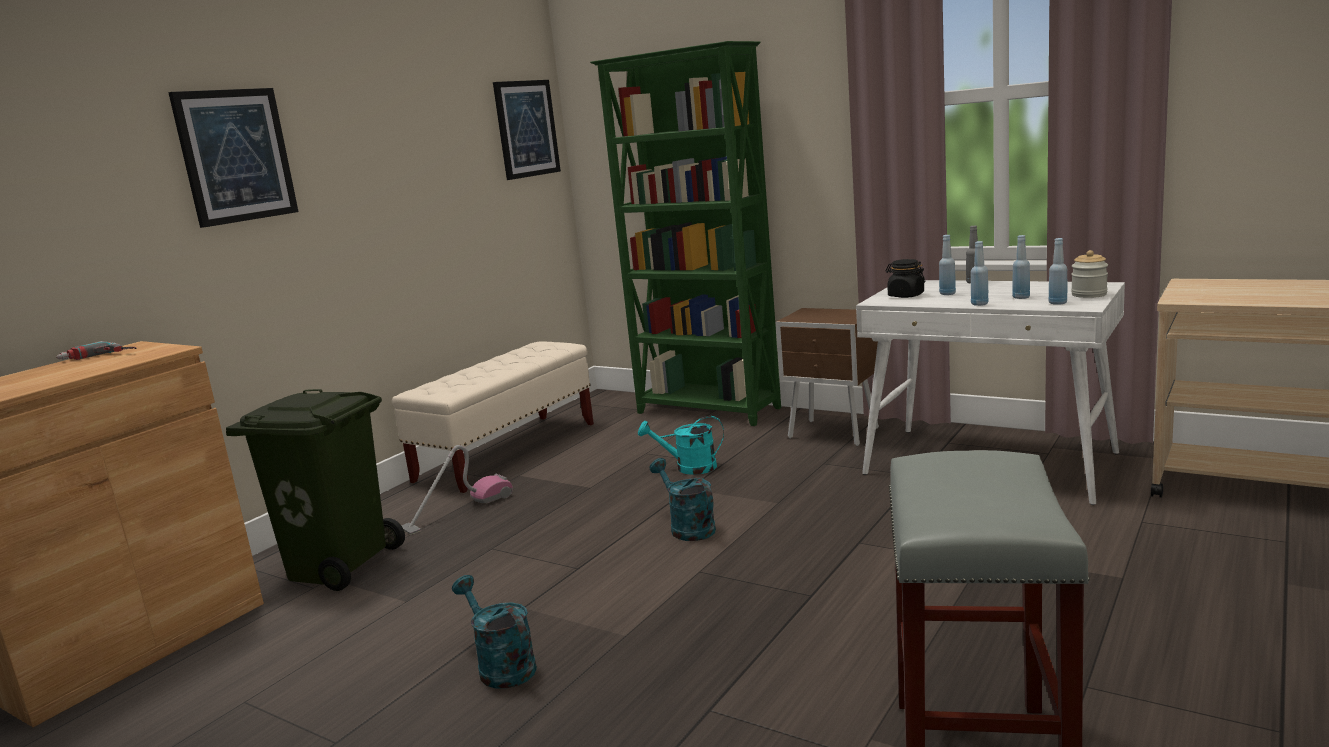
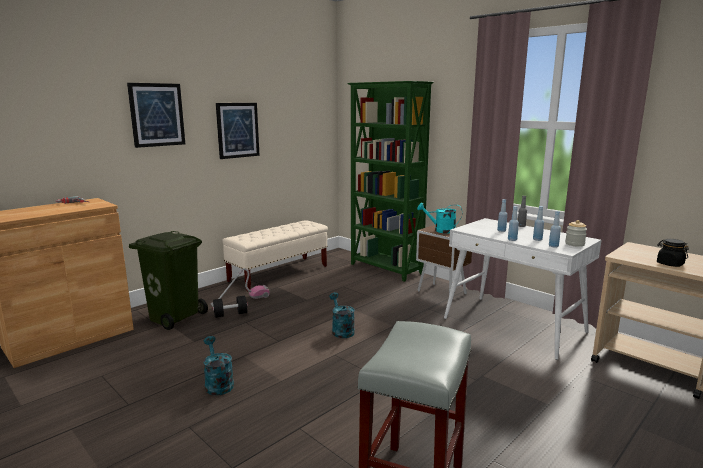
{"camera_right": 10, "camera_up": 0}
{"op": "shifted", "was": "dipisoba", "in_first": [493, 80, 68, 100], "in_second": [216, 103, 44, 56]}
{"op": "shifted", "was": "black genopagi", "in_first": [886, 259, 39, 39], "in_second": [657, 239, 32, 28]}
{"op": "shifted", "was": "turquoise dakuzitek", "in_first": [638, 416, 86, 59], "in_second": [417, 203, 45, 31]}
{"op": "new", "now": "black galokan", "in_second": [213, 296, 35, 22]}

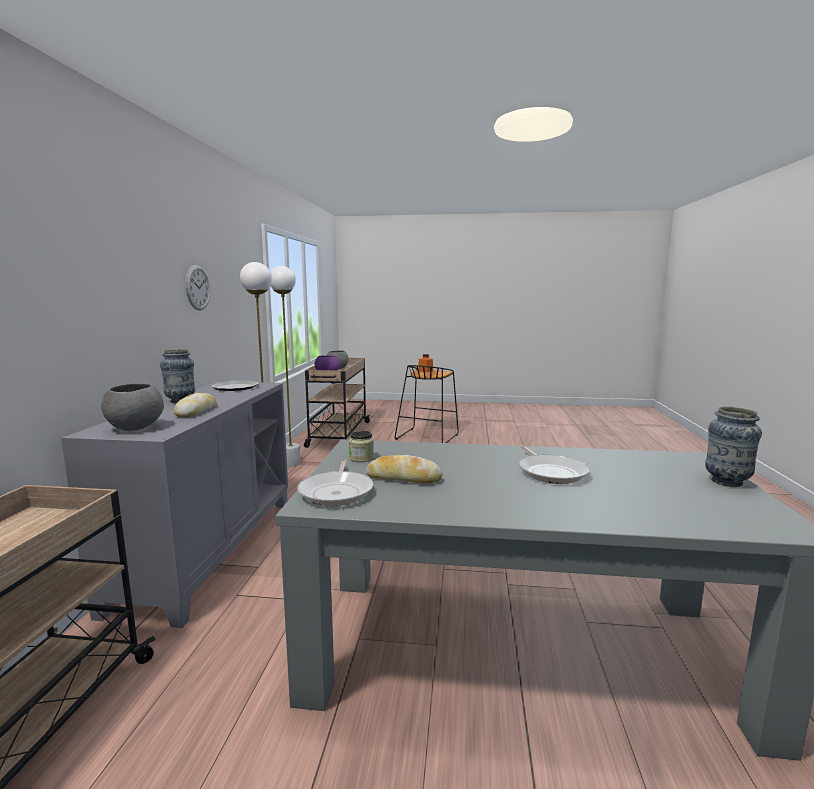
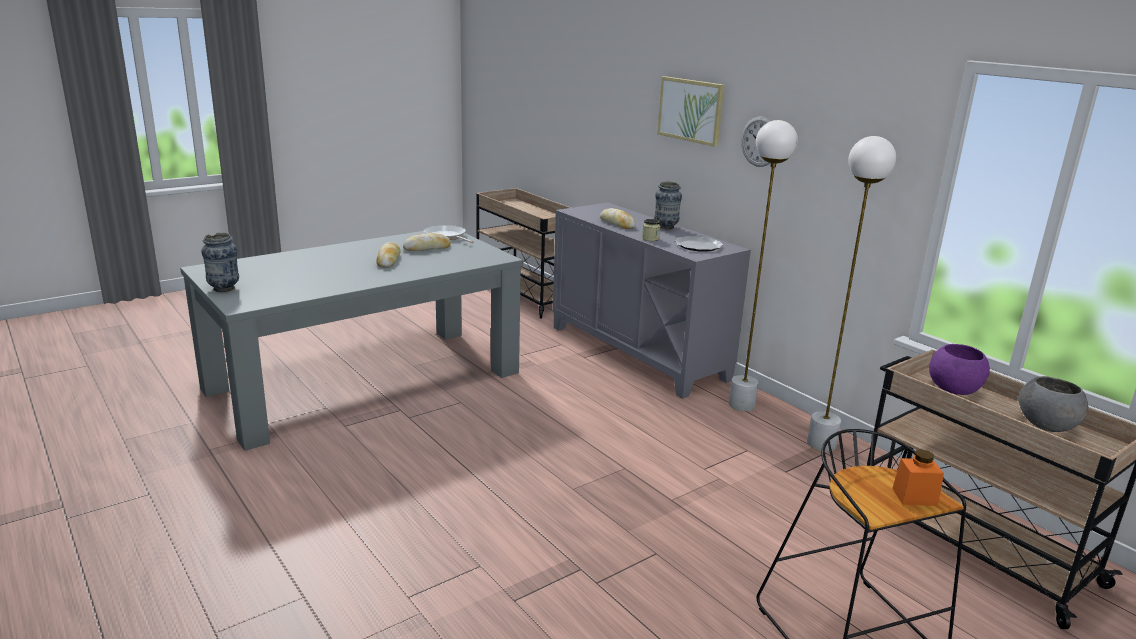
{"camera_right": 135, "camera_up": 10}
{"op": "gone", "was": "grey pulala", "in_first": [101, 383, 63, 48]}
{"op": "shifted", "was": "genopagi", "in_first": [349, 431, 25, 31], "in_second": [642, 219, 19, 22]}
{"op": "gone", "was": "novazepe", "in_first": [519, 445, 71, 39]}
{"op": "new", "now": "dipisoba", "in_second": [657, 76, 67, 71]}
{"op": "new", "now": "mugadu", "in_second": [376, 242, 25, 26]}

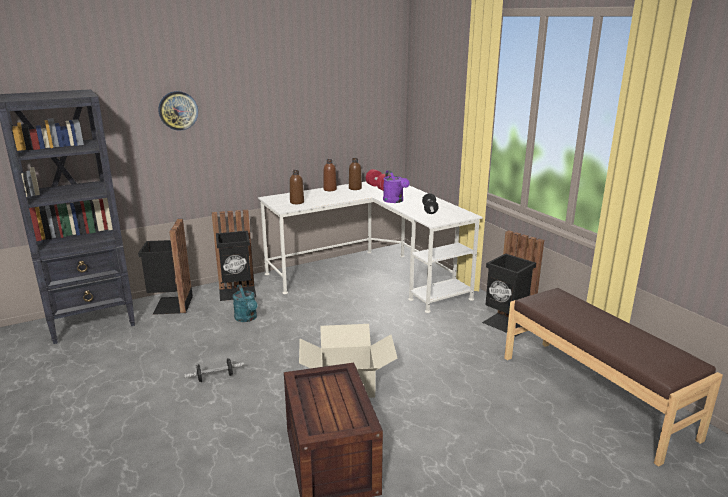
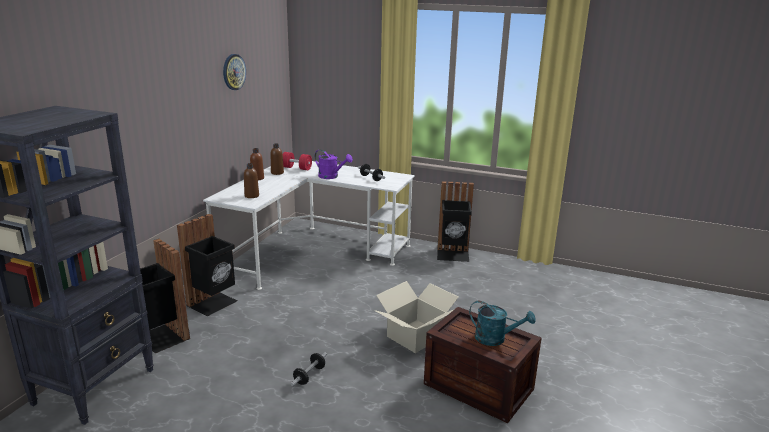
{"camera_right": -40, "camera_up": 0}
{"op": "shifted", "was": "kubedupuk", "in_first": [159, 91, 39, 40], "in_second": [223, 54, 23, 36]}
{"op": "shifted", "was": "turquoise dakuzitek", "in_first": [233, 284, 24, 38], "in_second": [469, 301, 67, 45]}
{"op": "gone", "was": "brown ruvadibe", "in_first": [504, 288, 219, 179]}

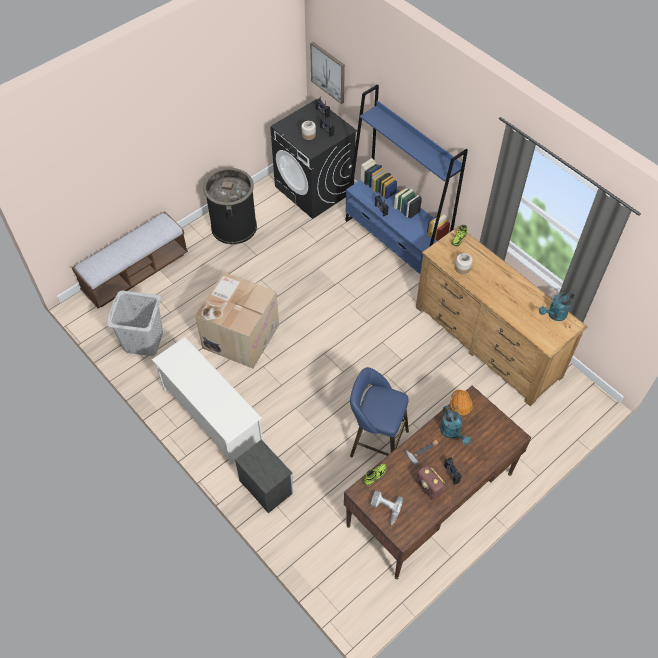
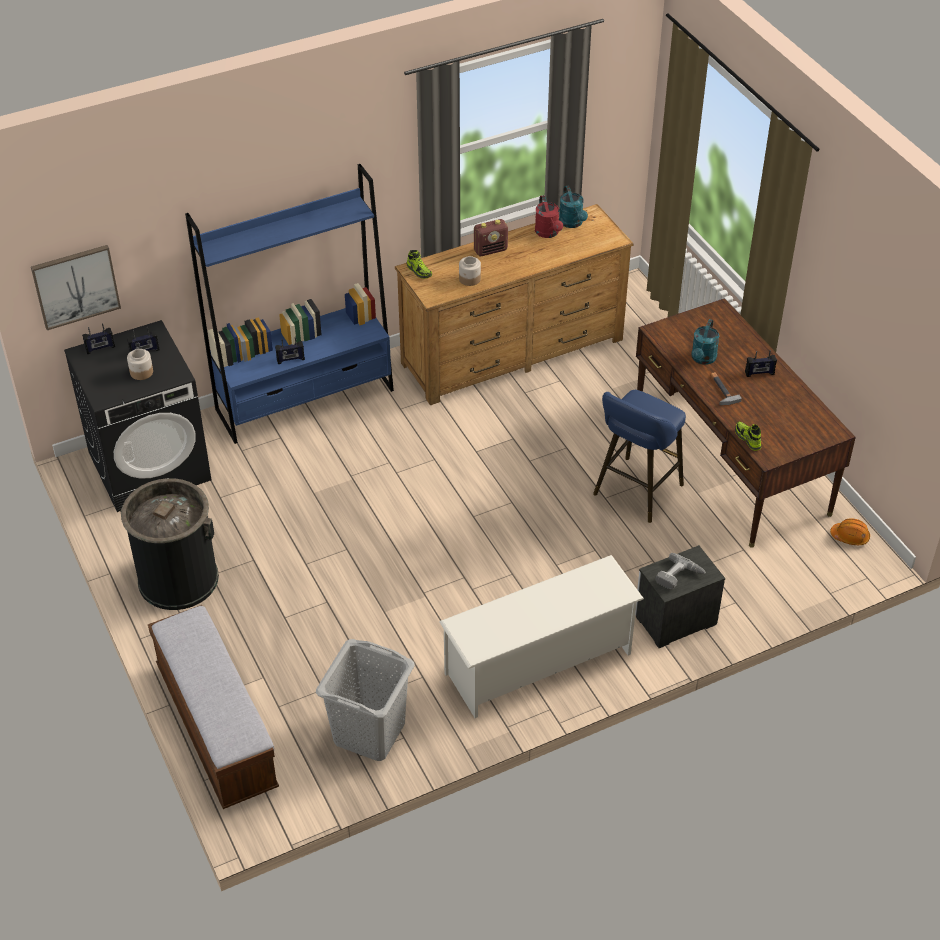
{"camera_right": -75, "camera_up": -10}
{"op": "gone", "was": "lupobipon", "in_first": [195, 272, 84, 96]}
{"op": "shifted", "was": "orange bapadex", "in_first": [450, 390, 22, 26], "in_second": [830, 518, 40, 27]}
{"op": "rotated", "was": "turquoise dakuzitek", "in_first": [440, 406, 31, 39], "in_second": [691, 319, 28, 46], "clockwise": 120}
{"op": "shifted", "was": "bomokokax", "in_first": [416, 465, 29, 36], "in_second": [474, 219, 34, 37]}
{"op": "shifted", "was": "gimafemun", "in_first": [371, 491, 32, 34], "in_second": [655, 553, 51, 36]}
{"op": "new", "now": "red dakuzitek", "in_second": [535, 195, 28, 43]}

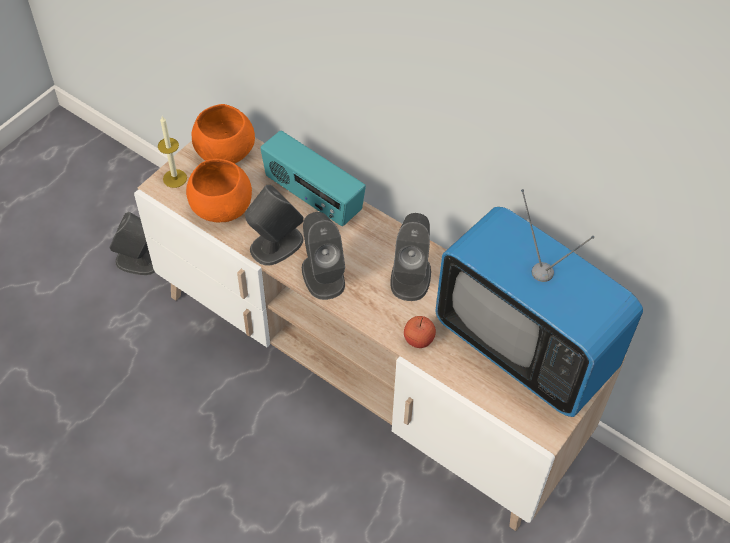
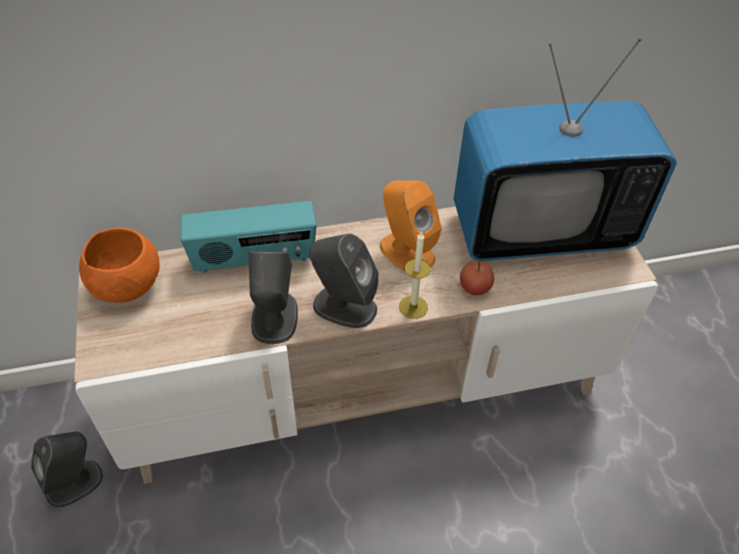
{"camera_right": -50, "camera_up": -5}
{"op": "shifted", "was": "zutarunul", "in_first": [158, 116, 29, 72], "in_second": [399, 231, 32, 88]}
{"op": "gone", "was": "orange pulala", "in_first": [186, 159, 66, 63]}
{"op": "repainted", "was": "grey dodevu", "now": "orange dodevu", "in_first": [391, 213, 40, 88], "in_second": [380, 180, 62, 91]}

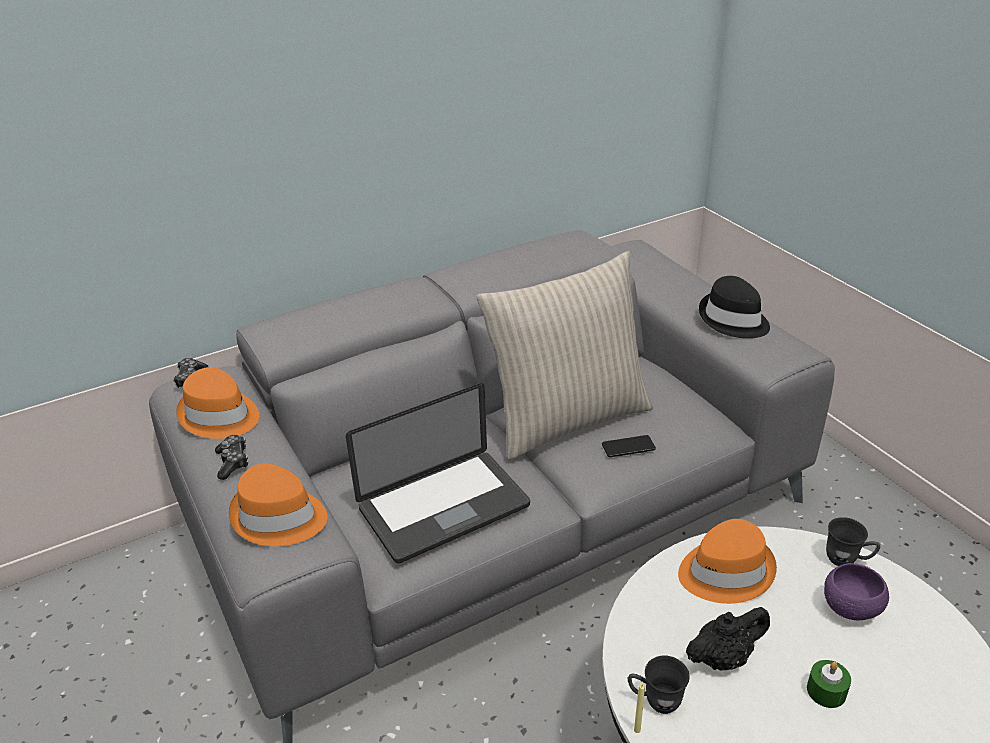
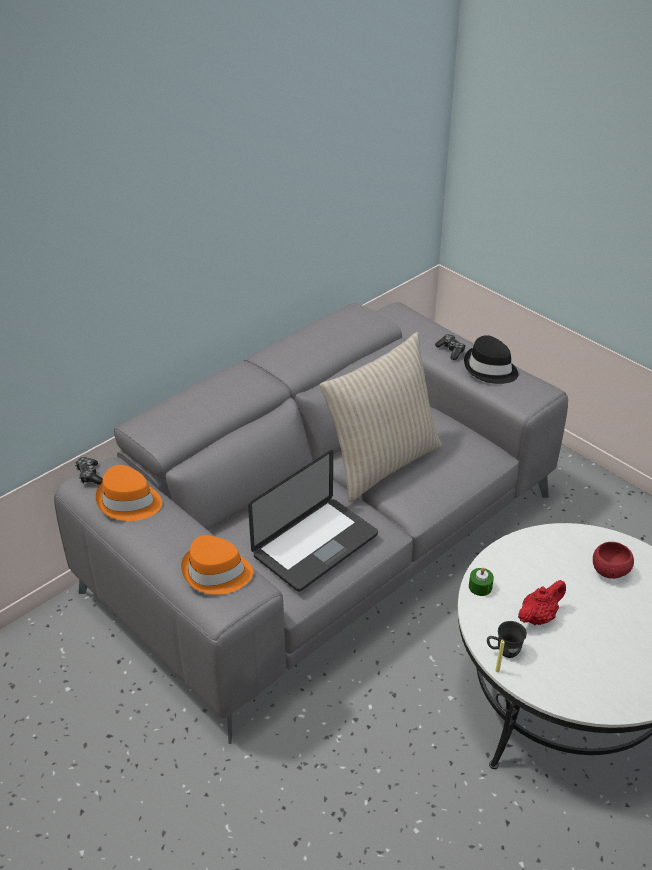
{"camera_right": -15, "camera_up": 5}
{"op": "shifted", "was": "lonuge", "in_first": [215, 435, 33, 45], "in_second": [435, 334, 31, 26]}
{"op": "gone", "was": "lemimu", "in_first": [602, 435, 54, 22]}
{"op": "gone", "was": "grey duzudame", "in_first": [826, 517, 55, 49]}
{"op": "gone", "was": "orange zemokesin", "in_first": [678, 519, 99, 85]}
{"op": "repainted", "was": "purple pulala", "now": "red pulala", "in_first": [824, 563, 65, 57], "in_second": [593, 542, 41, 37]}
{"op": "repainted", "was": "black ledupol", "now": "red ledupol", "in_first": [686, 607, 84, 63], "in_second": [518, 580, 48, 45]}
{"op": "shifted", "was": "green zutarunul", "in_first": [807, 660, 44, 48], "in_second": [469, 568, 25, 28]}

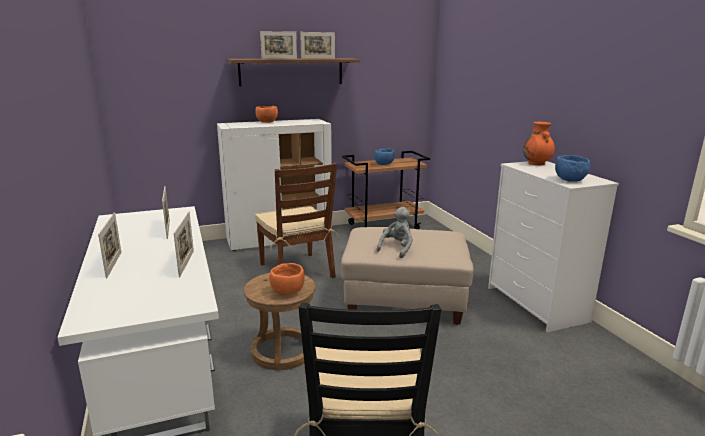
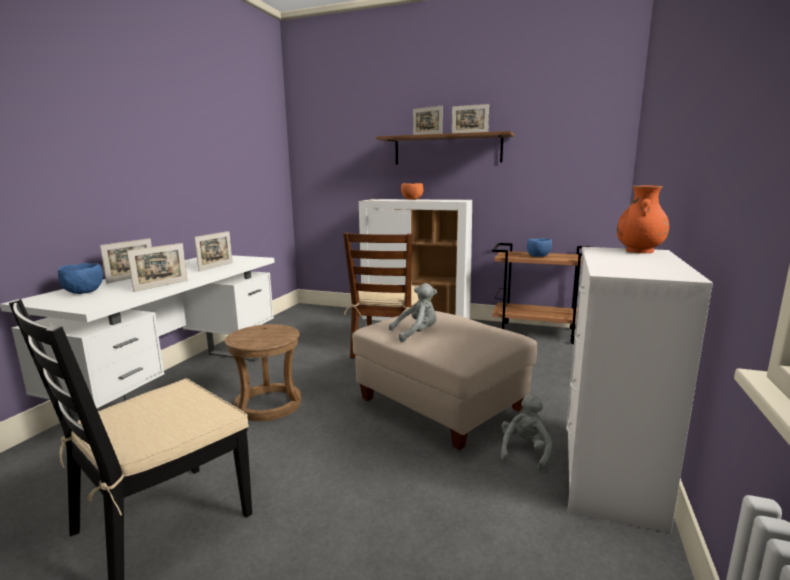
{"camera_right": 40, "camera_up": -5}
{"op": "shifted", "was": "blue pulala", "in_first": [555, 155, 35, 27], "in_second": [58, 263, 45, 31]}
{"op": "gone", "was": "orange pulala", "in_first": [269, 263, 36, 32]}
{"op": "new", "now": "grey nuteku", "in_second": [500, 394, 52, 77]}

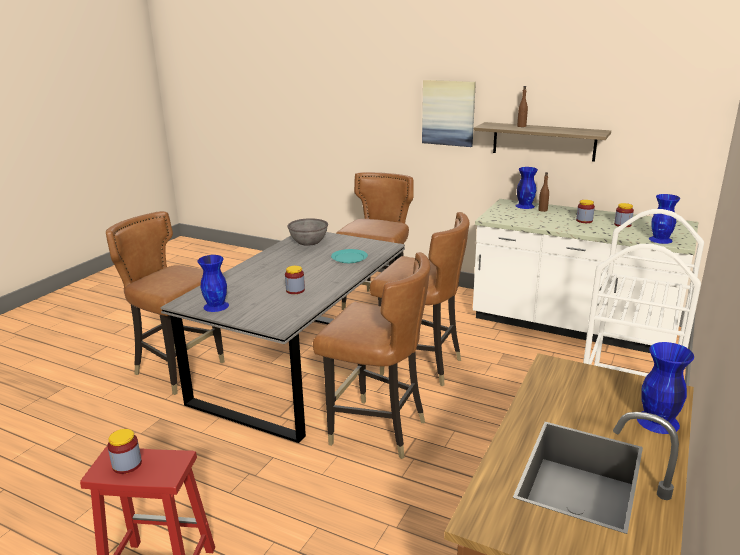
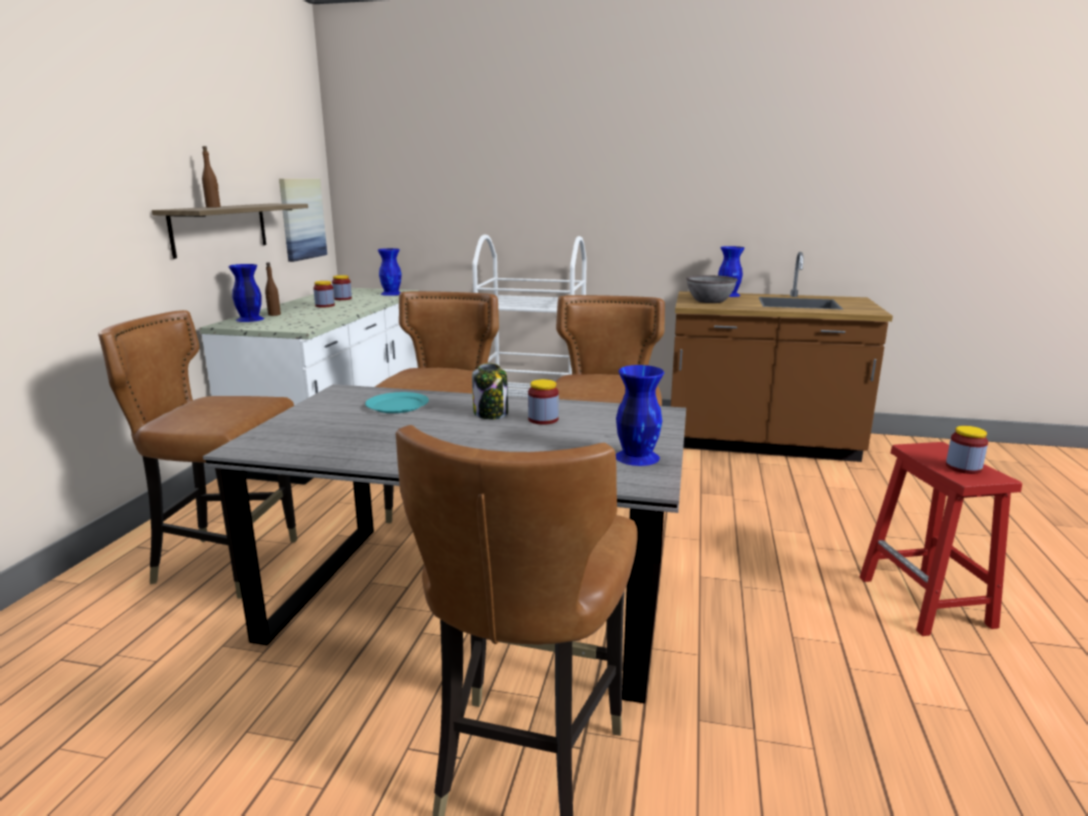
{"camera_right": -105, "camera_up": -5}
{"op": "shifted", "was": "dipisoba", "in_first": [422, 80, 54, 67], "in_second": [279, 179, 48, 83]}
{"op": "shifted", "was": "grey pulala", "in_first": [288, 218, 40, 28], "in_second": [686, 275, 51, 28]}
{"op": "new", "now": "genopagi", "in_second": [472, 363, 36, 57]}

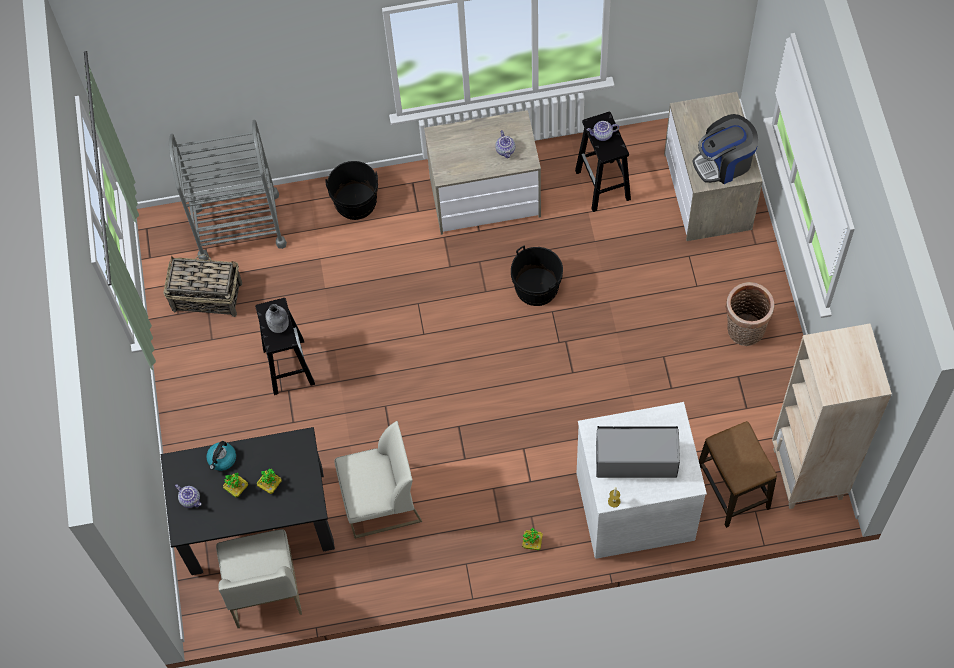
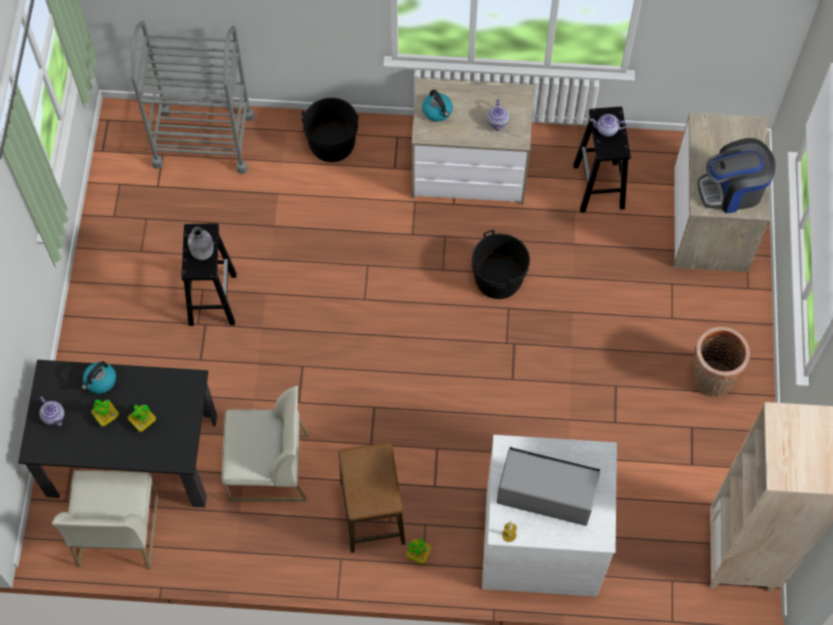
{"camera_right": 10, "camera_up": 0}
{"op": "gone", "was": "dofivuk", "in_first": [163, 254, 79, 63]}
{"op": "shifted", "was": "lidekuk", "in_first": [699, 421, 78, 107], "in_second": [338, 442, 67, 111]}
{"op": "new", "now": "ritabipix", "in_second": [422, 90, 31, 32]}

